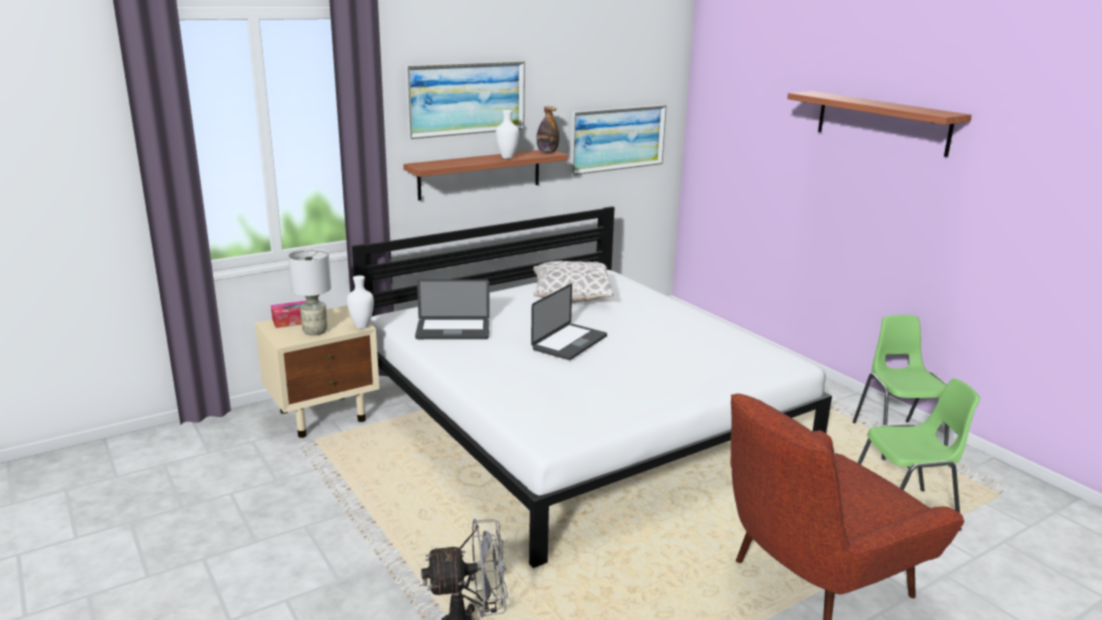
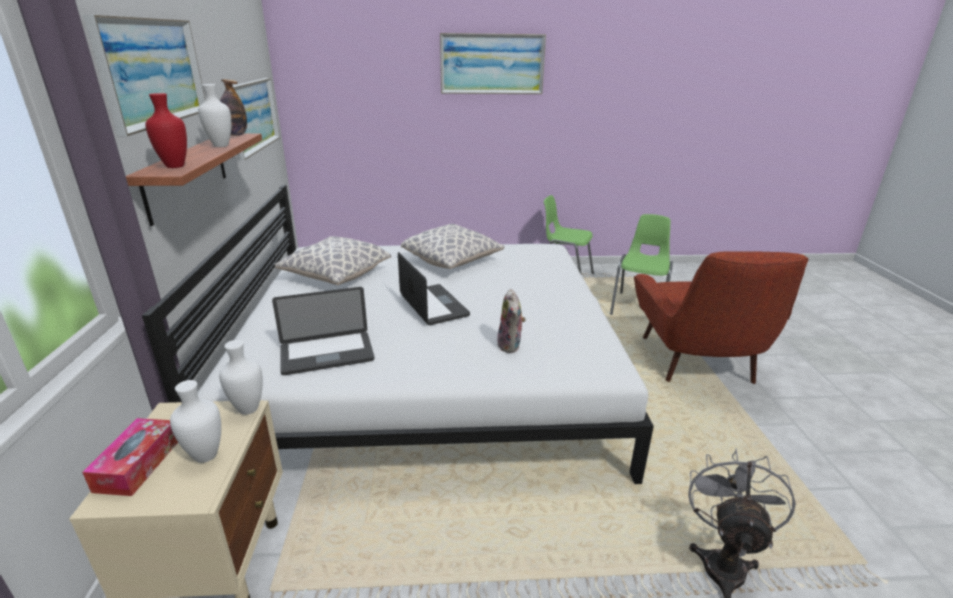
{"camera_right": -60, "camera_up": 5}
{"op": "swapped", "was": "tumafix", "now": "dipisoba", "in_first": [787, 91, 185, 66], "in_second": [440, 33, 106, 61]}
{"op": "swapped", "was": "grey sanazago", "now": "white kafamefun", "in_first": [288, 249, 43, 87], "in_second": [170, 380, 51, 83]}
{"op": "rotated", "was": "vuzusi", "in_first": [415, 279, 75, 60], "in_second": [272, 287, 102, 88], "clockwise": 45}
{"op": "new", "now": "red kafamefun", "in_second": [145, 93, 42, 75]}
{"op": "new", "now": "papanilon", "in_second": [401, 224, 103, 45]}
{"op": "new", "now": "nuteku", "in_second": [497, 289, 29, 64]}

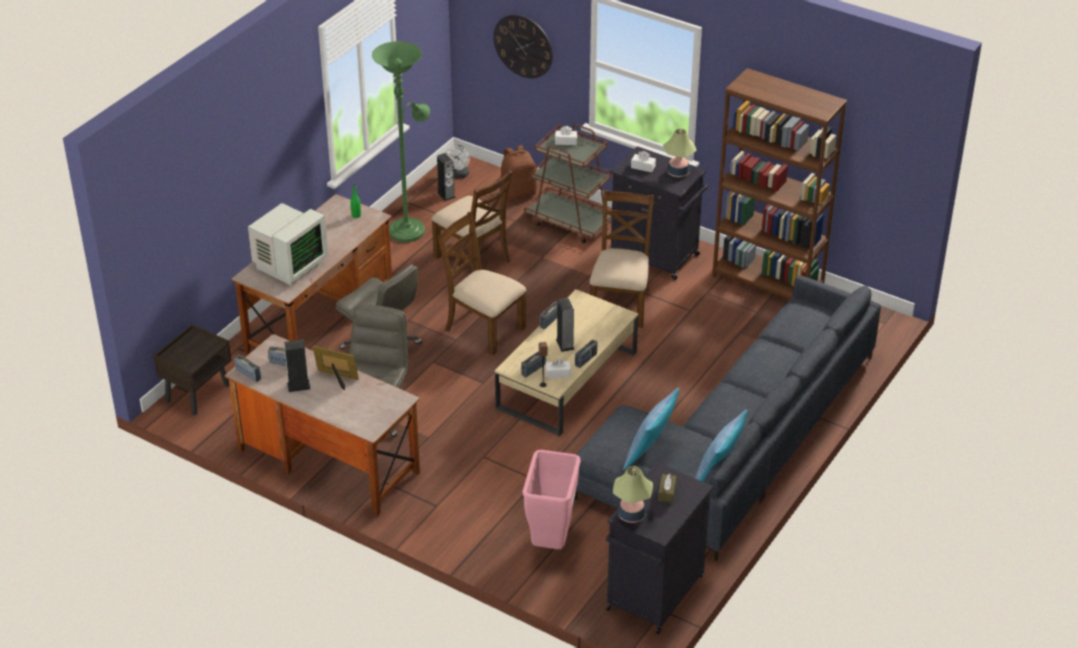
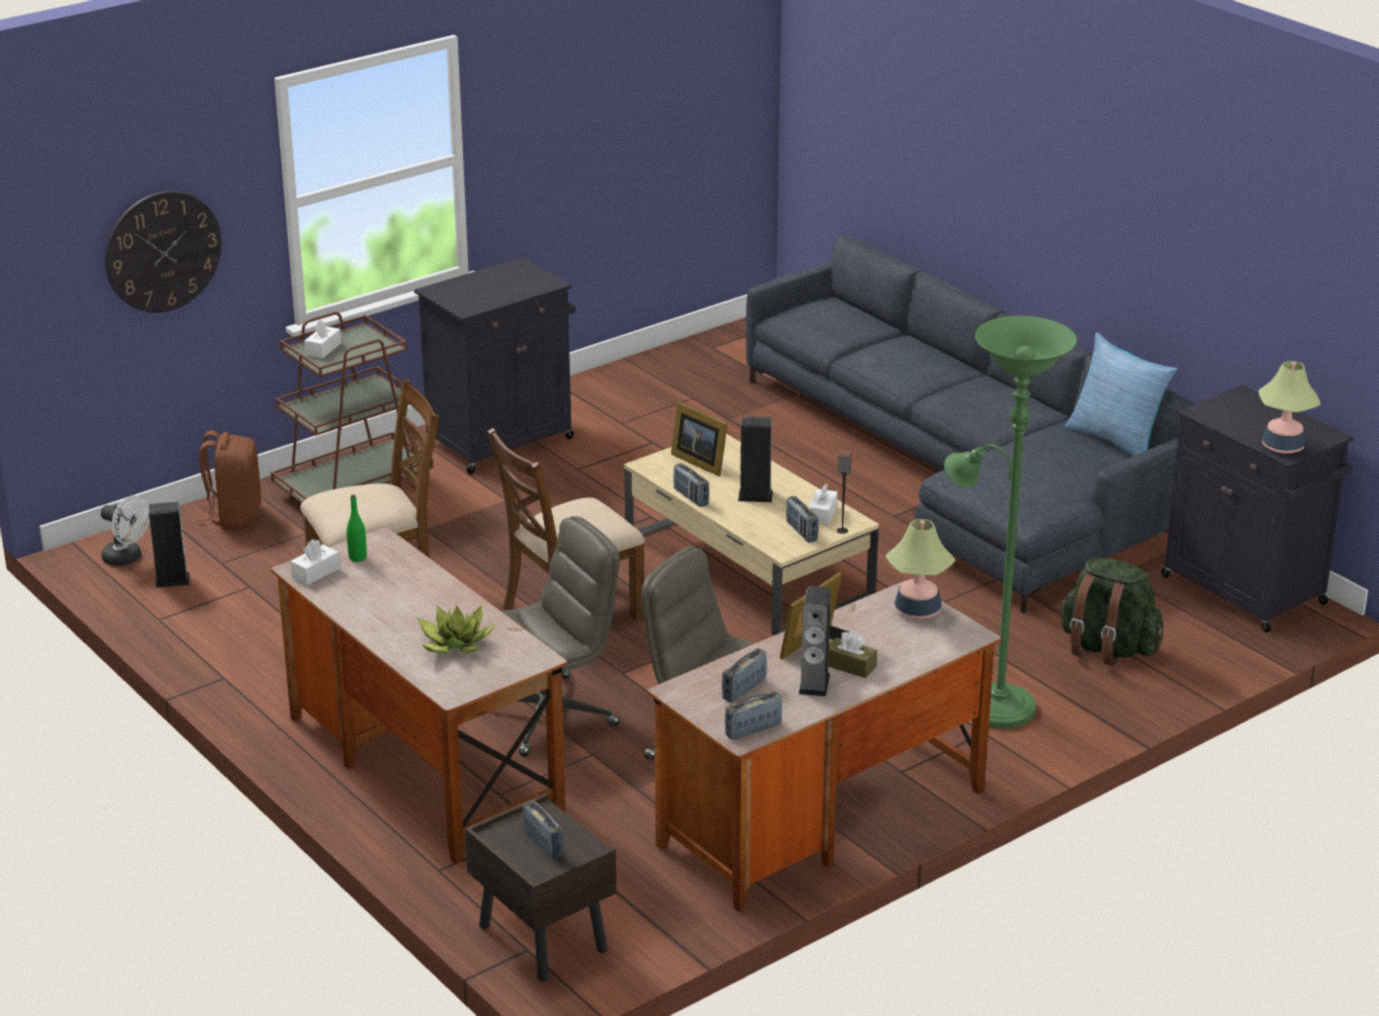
{"camera_right": -70, "camera_up": -10}
{"op": "shifted", "was": "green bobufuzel", "in_first": [372, 41, 58, 201], "in_second": [944, 316, 133, 413]}
{"op": "gone", "was": "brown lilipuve", "in_first": [712, 68, 135, 232]}
{"op": "shifted", "was": "sanazago", "in_first": [663, 129, 34, 48], "in_second": [885, 519, 71, 100]}
{"op": "shifted", "was": "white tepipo", "in_first": [631, 151, 25, 21], "in_second": [290, 539, 50, 46]}
{"op": "gone", "was": "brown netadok", "in_first": [589, 190, 65, 138]}
{"op": "swapped", "was": "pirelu", "now": "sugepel", "in_first": [248, 203, 81, 83], "in_second": [417, 605, 78, 49]}
{"op": "shifted", "was": "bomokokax", "in_first": [575, 340, 23, 28], "in_second": [523, 800, 41, 60]}
{"op": "gone", "was": "papanilon", "in_first": [623, 388, 56, 82]}
{"op": "swapped", "was": "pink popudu", "now": "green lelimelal", "in_first": [522, 450, 59, 99], "in_second": [1061, 558, 102, 108]}
{"op": "shifted", "was": "brown tepipo", "in_first": [658, 474, 19, 29], "in_second": [828, 631, 49, 47]}
{"op": "new", "now": "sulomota", "in_second": [671, 402, 57, 74]}

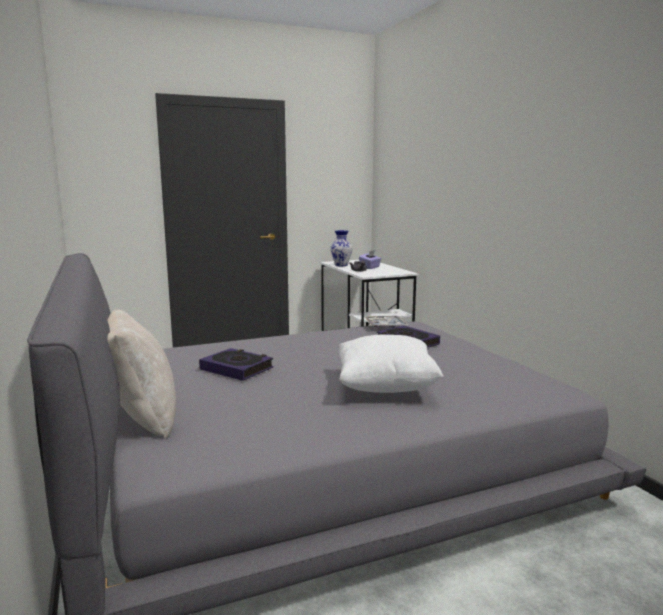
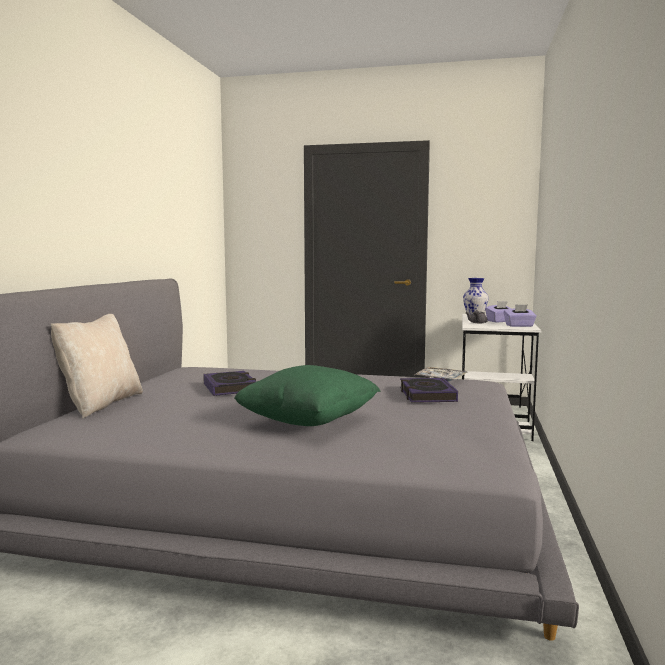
{"camera_right": 35, "camera_up": -5}
{"op": "repainted", "was": "white papanilon", "now": "green papanilon", "in_first": [338, 335, 105, 58], "in_second": [234, 365, 147, 61]}
{"op": "new", "now": "purple tepipo", "in_second": [504, 304, 33, 23]}

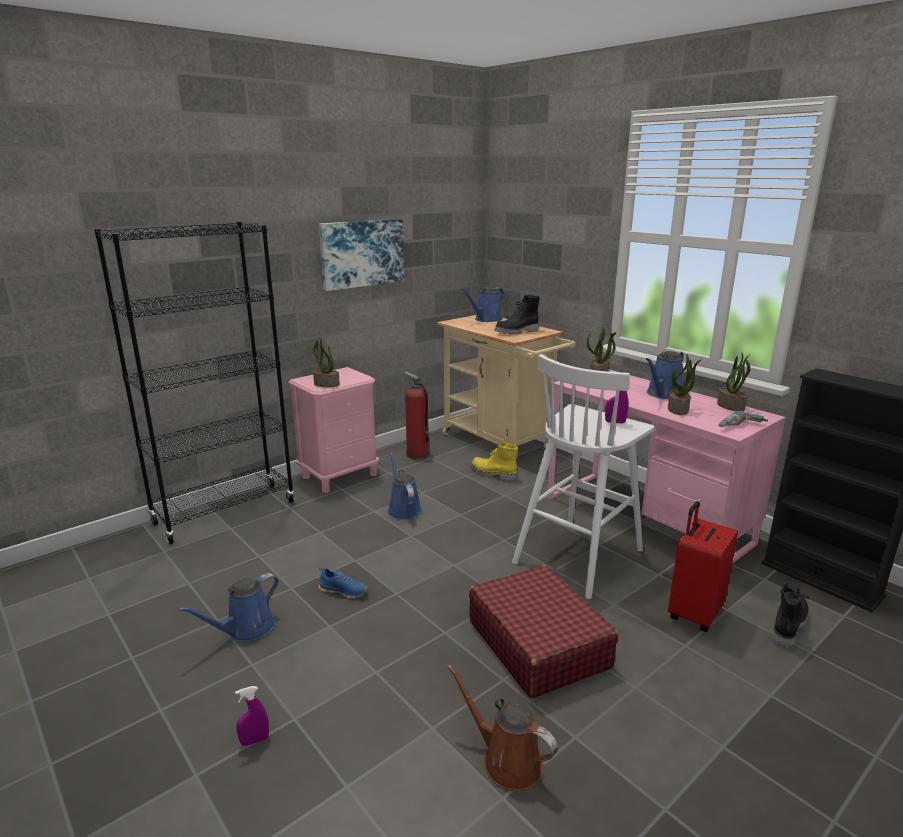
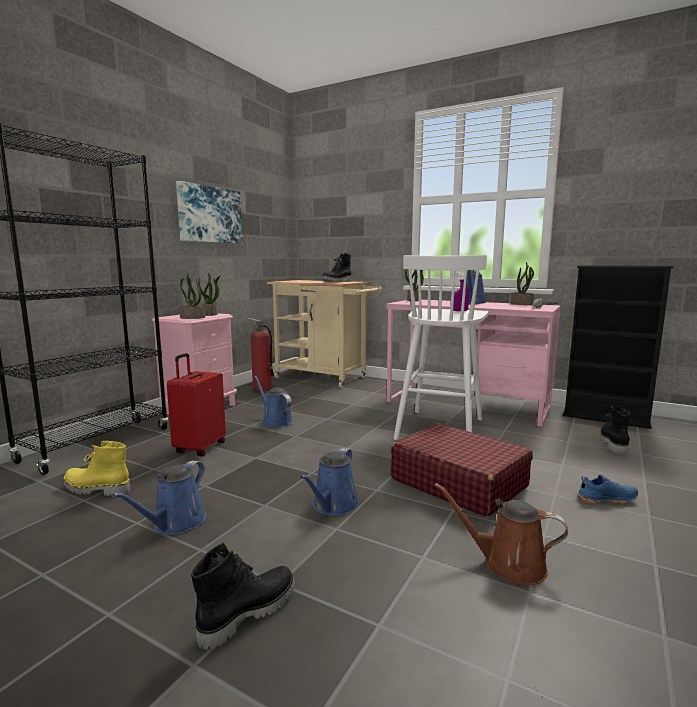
{"camera_right": -20, "camera_up": -10}
{"op": "shifted", "was": "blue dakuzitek", "in_first": [461, 287, 43, 35], "in_second": [300, 448, 59, 68]}
{"op": "shifted", "was": "sugepel", "in_first": [668, 354, 34, 61], "in_second": [198, 272, 22, 44]}
{"op": "shifted", "was": "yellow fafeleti", "in_first": [471, 442, 47, 39], "in_second": [64, 441, 66, 55]}
{"op": "shifted", "was": "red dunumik", "in_first": [668, 501, 70, 131], "in_second": [167, 353, 59, 103]}
{"op": "shifted", "was": "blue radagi", "in_first": [319, 567, 49, 31], "in_second": [578, 475, 60, 29]}
{"op": "swapped", "was": "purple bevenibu", "now": "black fafeleti", "in_first": [235, 686, 34, 60], "in_second": [191, 542, 104, 108]}

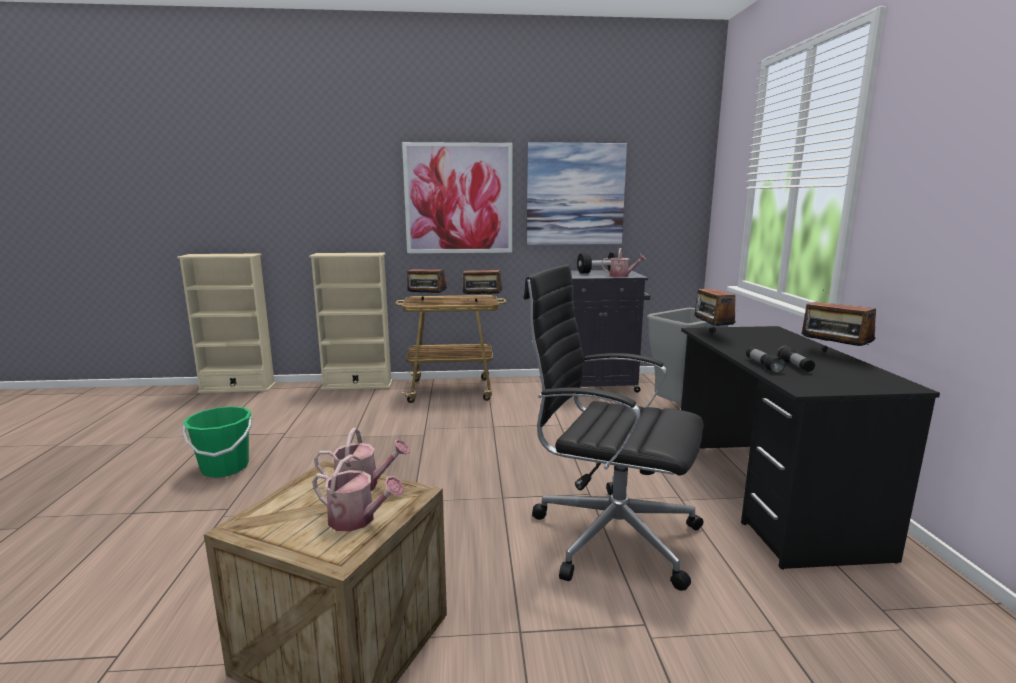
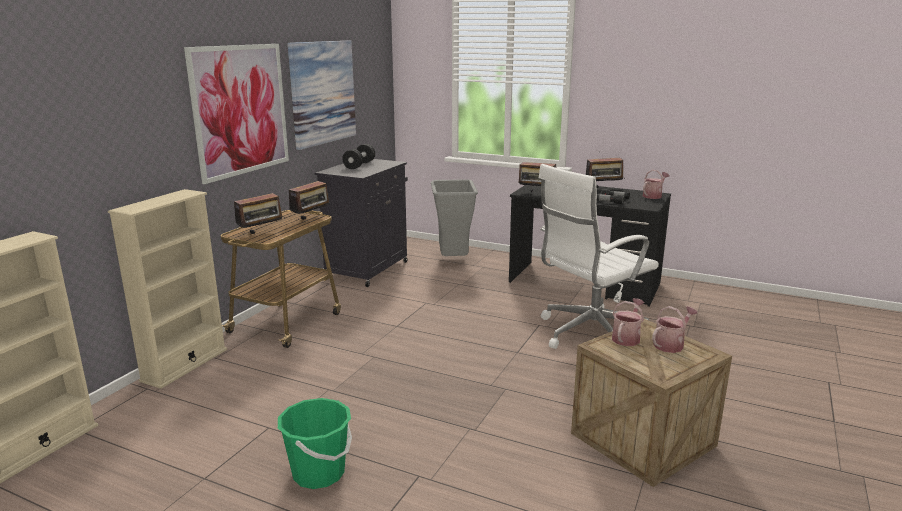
{"camera_right": -60, "camera_up": 5}
{"op": "shifted", "was": "dakuzitek", "in_first": [601, 248, 45, 29], "in_second": [643, 170, 26, 29]}
{"op": "repainted", "was": "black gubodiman", "now": "white gubodiman", "in_first": [524, 264, 179, 327], "in_second": [539, 164, 120, 185]}

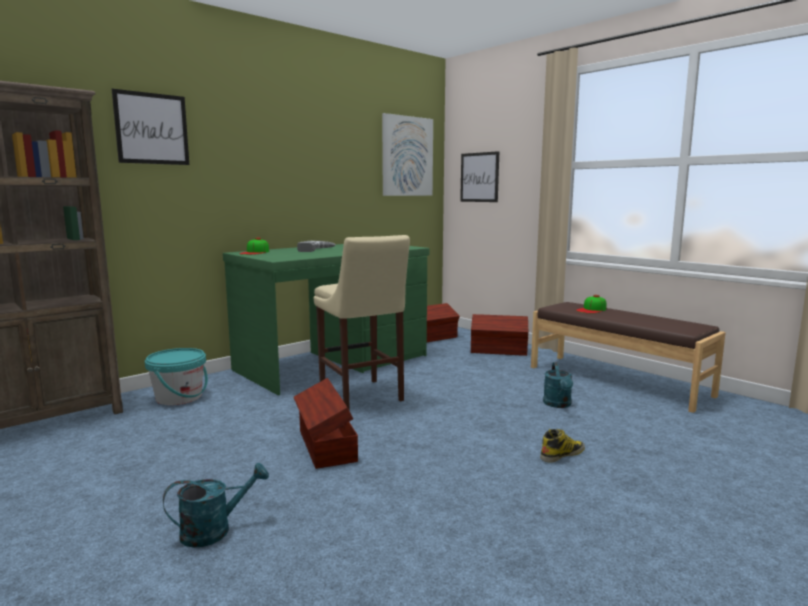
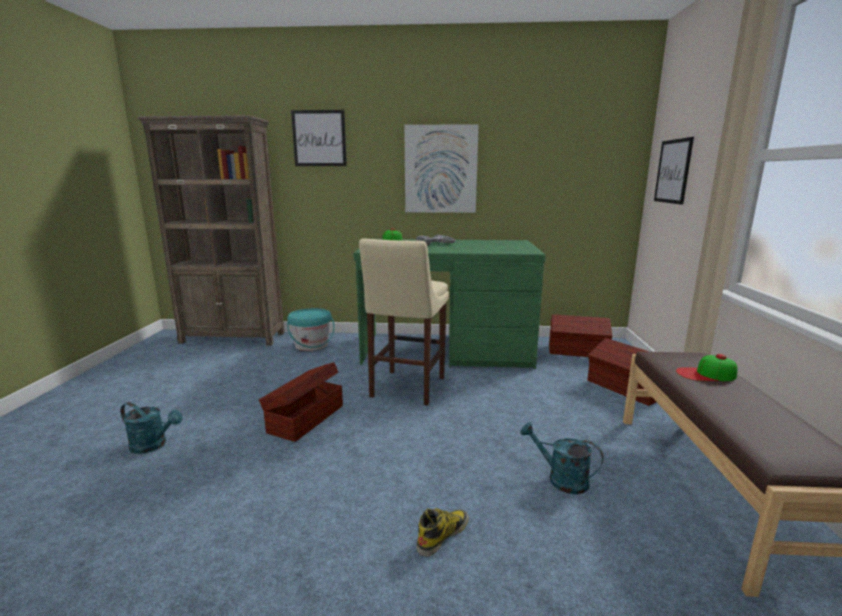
{"camera_right": 45, "camera_up": 5}
{"op": "shifted", "was": "dipisoba", "in_first": [382, 113, 51, 83], "in_second": [404, 124, 75, 89]}
{"op": "rotated", "was": "turquoise dakuzitek", "in_first": [543, 362, 30, 46], "in_second": [520, 422, 84, 72], "clockwise": 75}
{"op": "rotated", "was": "fafeleti", "in_first": [540, 429, 45, 34], "in_second": [416, 508, 53, 49], "clockwise": -60}

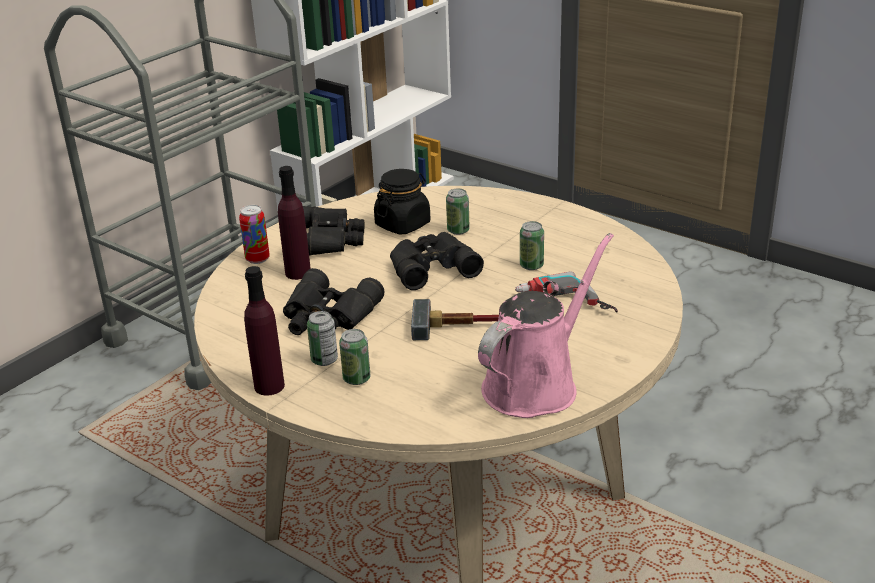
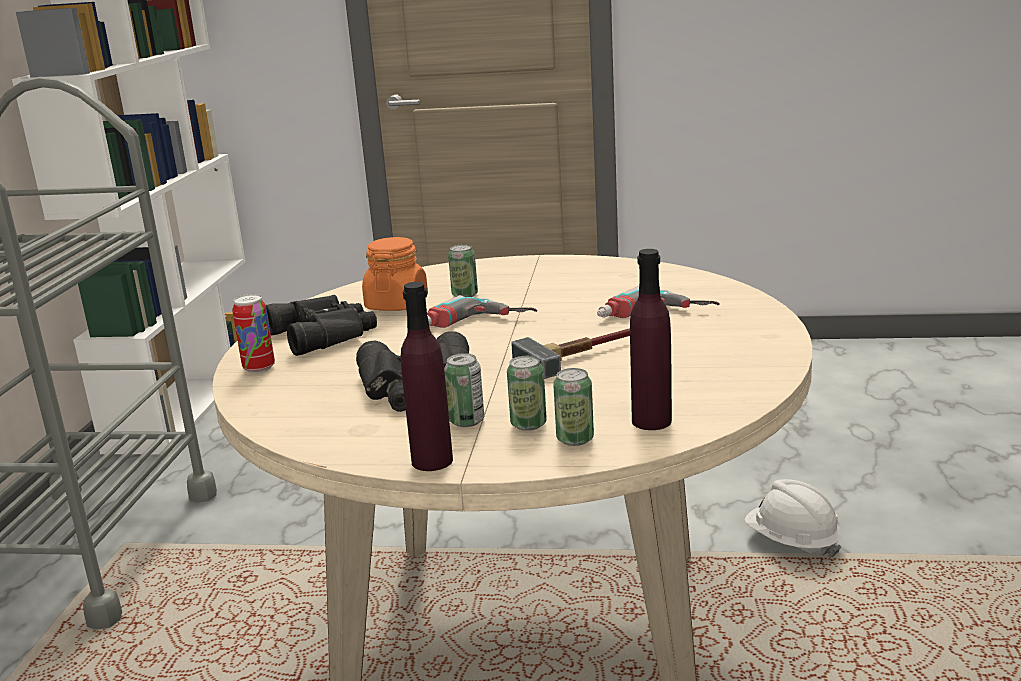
{"camera_right": -30, "camera_up": -10}
{"op": "shifted", "was": "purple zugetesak", "in_first": [278, 166, 33, 114], "in_second": [630, 249, 42, 181]}
{"op": "repainted", "was": "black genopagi", "now": "orange genopagi", "in_first": [374, 169, 56, 65], "in_second": [362, 237, 66, 74]}
{"op": "shifted", "was": "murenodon", "in_first": [520, 221, 24, 49], "in_second": [553, 368, 41, 78]}
{"op": "swapped", "was": "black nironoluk", "now": "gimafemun", "in_first": [390, 232, 94, 58], "in_second": [427, 295, 110, 33]}
{"op": "gone", "was": "pink dakuzitek", "in_first": [478, 233, 136, 185]}
{"op": "new", "now": "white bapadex", "in_second": [745, 479, 97, 79]}

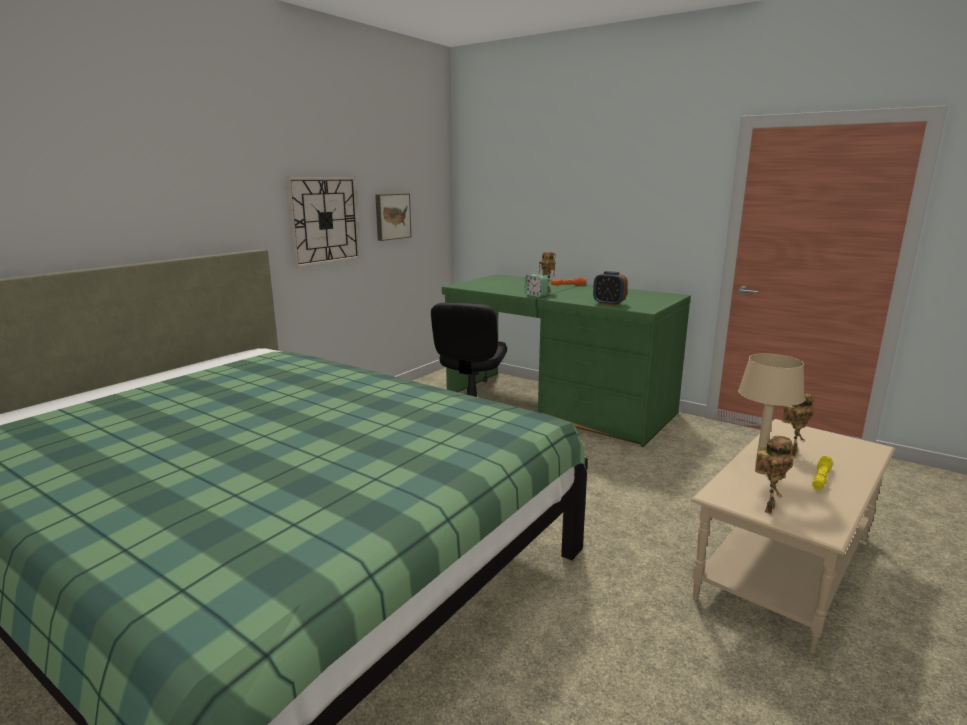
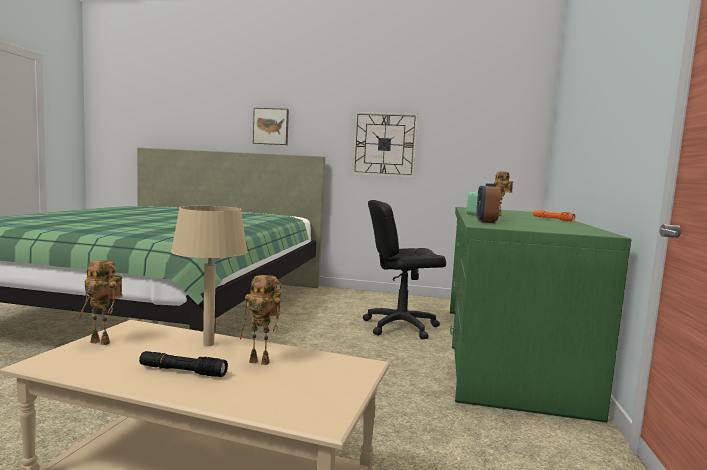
{"camera_right": 65, "camera_up": -10}
{"op": "shifted", "was": "dipisoba", "in_first": [375, 194, 36, 47], "in_second": [253, 108, 36, 37]}
{"op": "repainted", "was": "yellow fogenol", "now": "black fogenol", "in_first": [812, 456, 21, 34], "in_second": [139, 351, 89, 26]}

